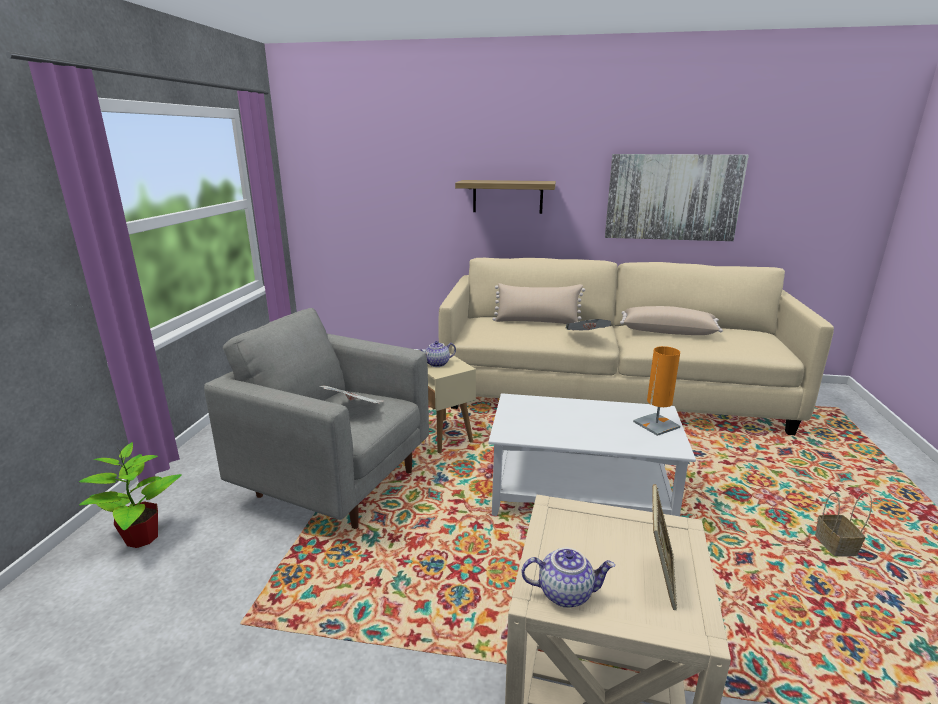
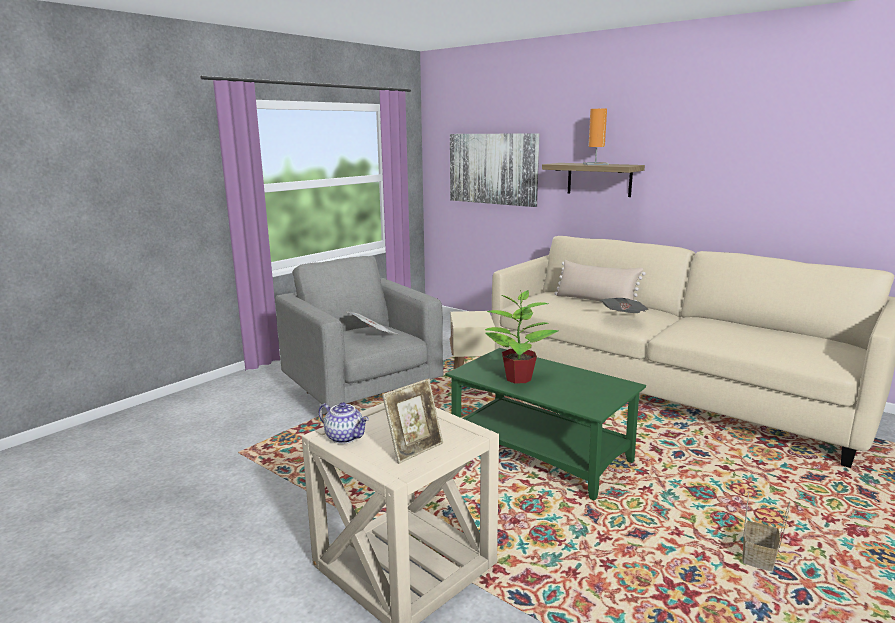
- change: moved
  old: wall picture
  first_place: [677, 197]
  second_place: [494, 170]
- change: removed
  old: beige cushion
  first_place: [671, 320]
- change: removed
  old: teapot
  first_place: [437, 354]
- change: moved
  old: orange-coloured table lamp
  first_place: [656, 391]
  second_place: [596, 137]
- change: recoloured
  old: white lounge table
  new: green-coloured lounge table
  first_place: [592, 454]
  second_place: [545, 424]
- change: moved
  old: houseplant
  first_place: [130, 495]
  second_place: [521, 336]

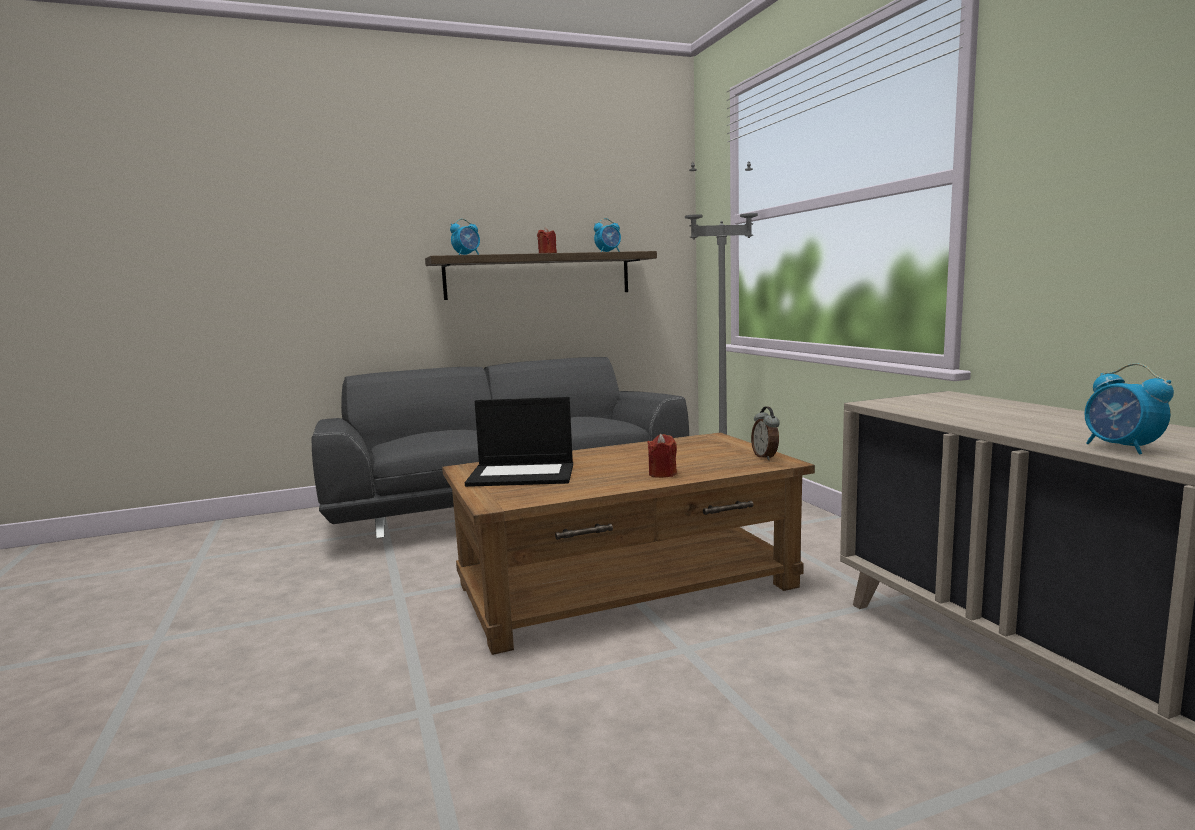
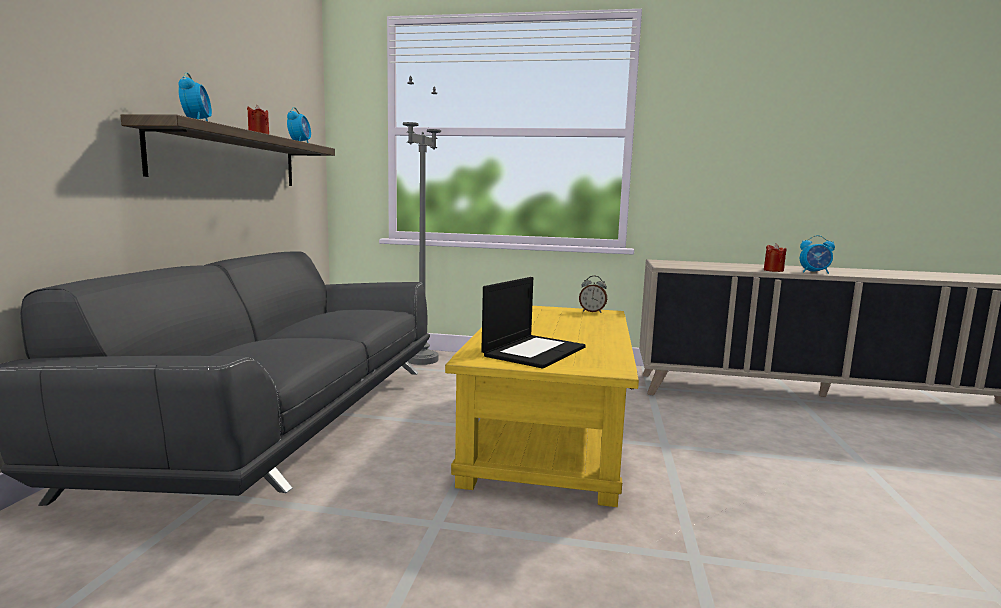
- change: recoloured
  old: brown-coloured lounge table
  new: yellow lounge table
  first_place: [628, 544]
  second_place: [542, 406]
- change: moved
  old: red-coloured wax candle
  first_place: [662, 456]
  second_place: [775, 258]

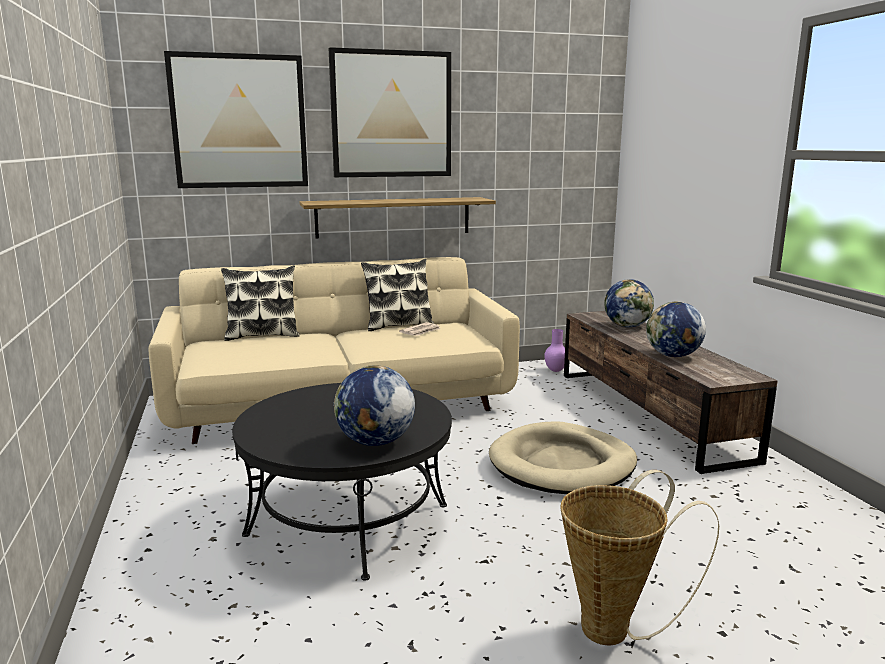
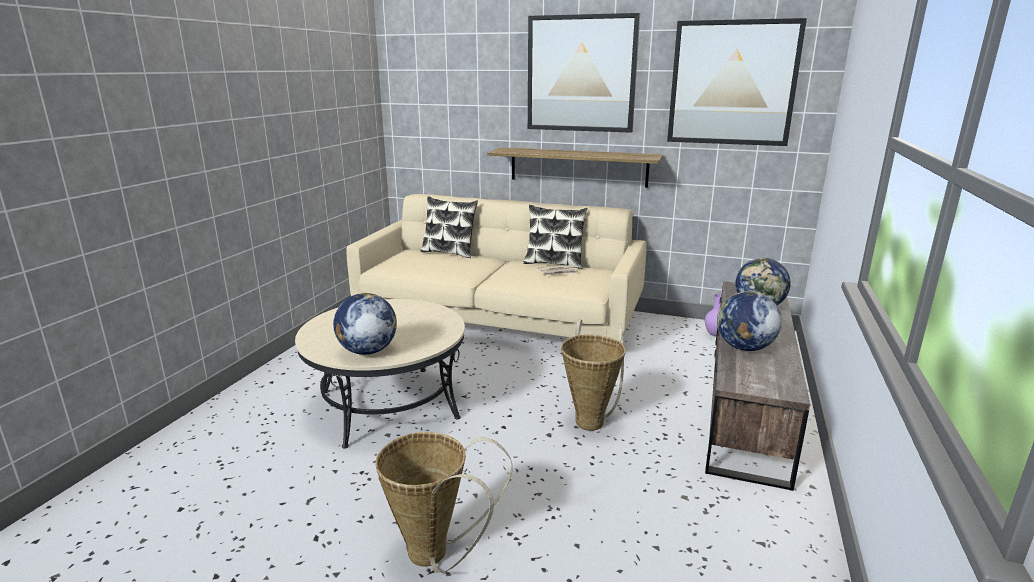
- change: moved
  old: wall picture
  first_place: [236, 119]
  second_place: [737, 82]
- change: recoloured
  old: black lounge table
  new: beige lounge table
  first_place: [342, 482]
  second_place: [380, 374]
- change: replaced
  old: beige dog bed
  new: household basket
  first_place: [563, 457]
  second_place: [593, 375]

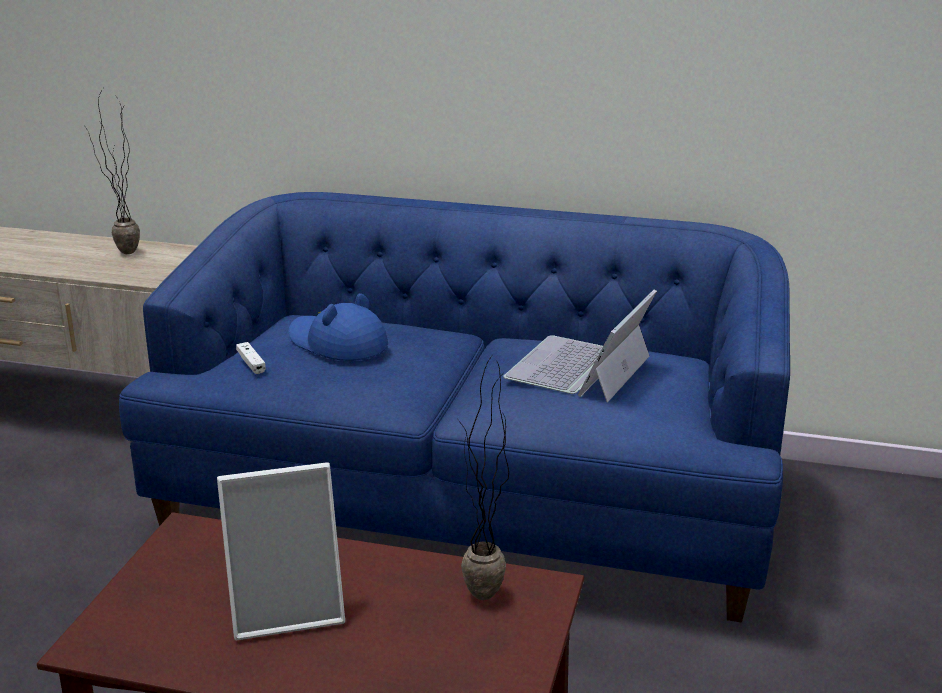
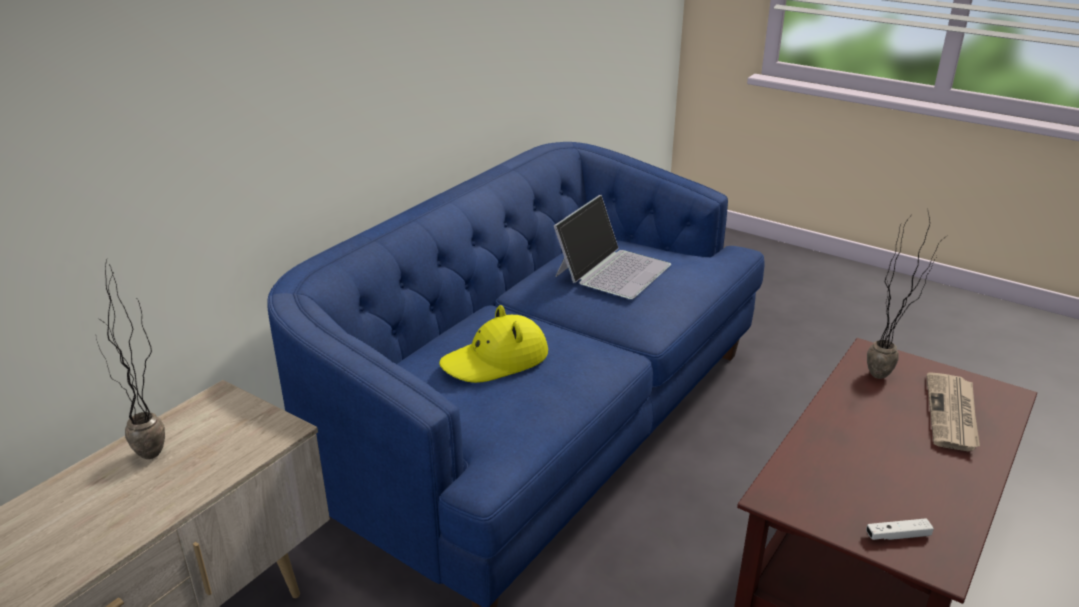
- change: turned
  old: laptop
  first_place: [580, 346]
  second_place: [612, 247]
  degrees: -105
- change: recoloured
  old: bluish hat
  new: yellow hat
  first_place: [338, 327]
  second_place: [493, 344]
- change: moved
  old: white game controller
  first_place: [250, 358]
  second_place: [900, 529]
- change: removed
  old: standing frame
  first_place: [281, 551]
- change: added
  new: printed paper
  second_place: [953, 412]

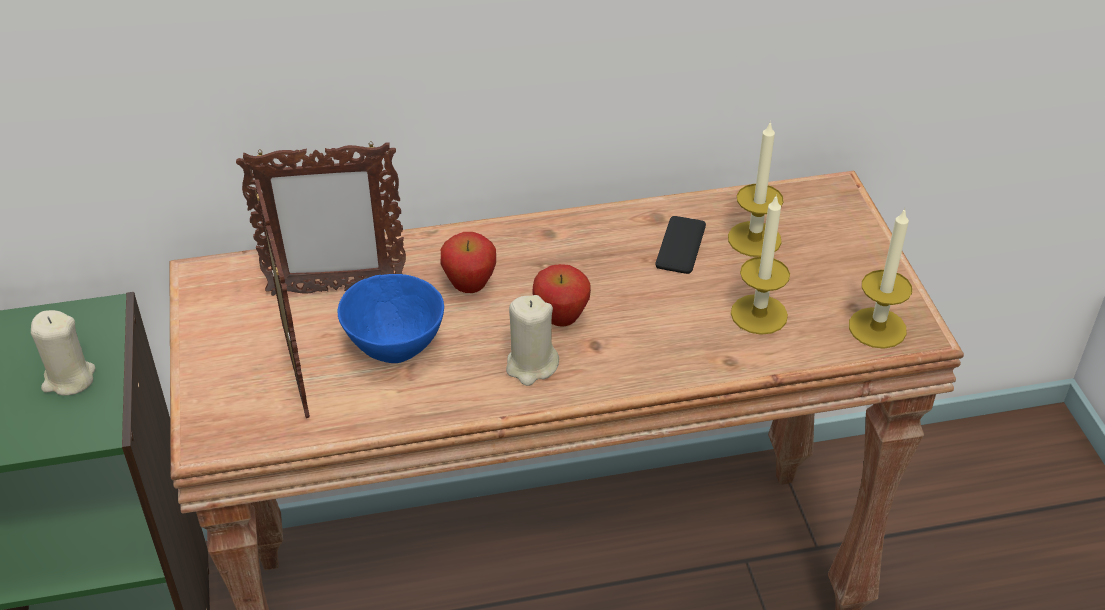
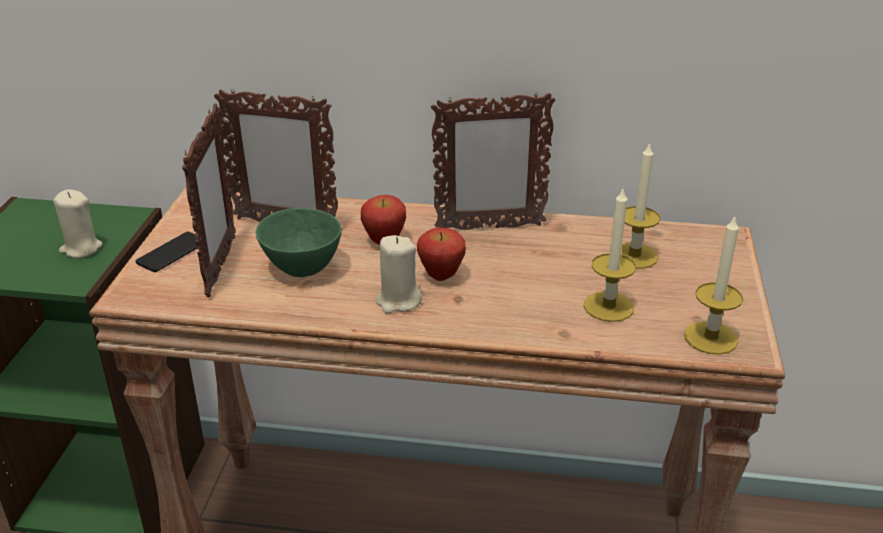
- change: moved
  old: phone
  first_place: [680, 245]
  second_place: [166, 252]
- change: recoloured
  old: bluish bowl
  new: green-coloured bowl
  first_place: [391, 318]
  second_place: [299, 242]
- change: added
  new: standing frame
  second_place: [493, 161]

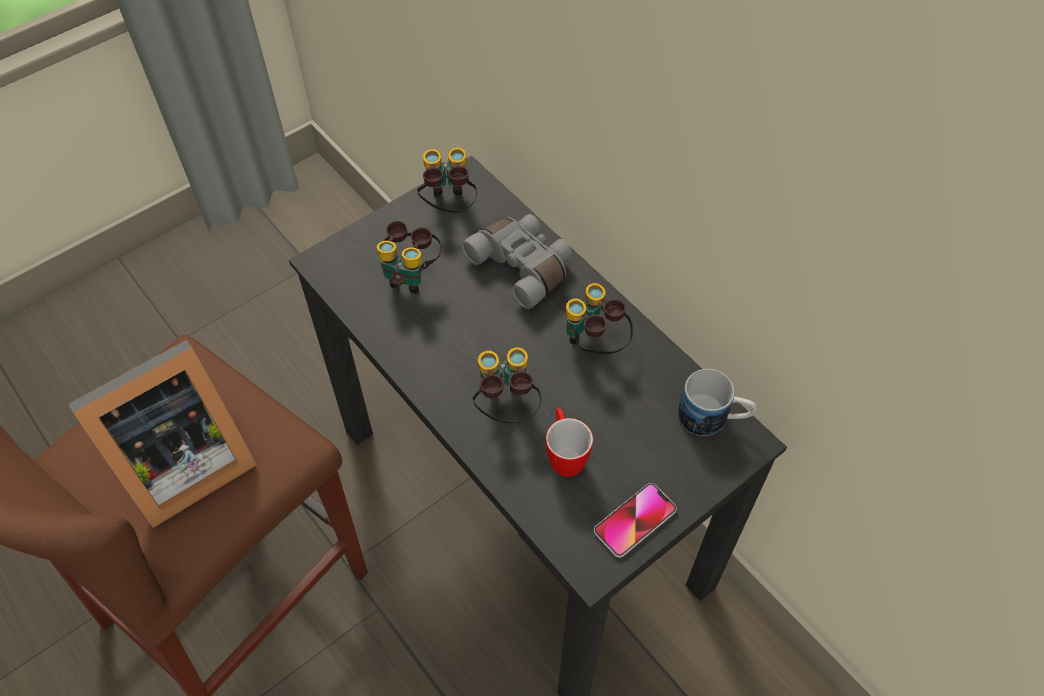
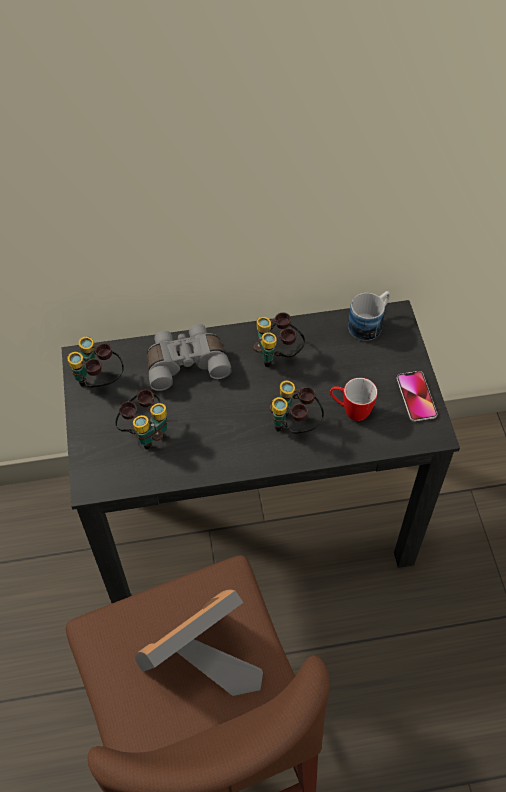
- change: turned
  old: standing frame
  first_place: [163, 434]
  second_place: [199, 642]
  degrees: -120

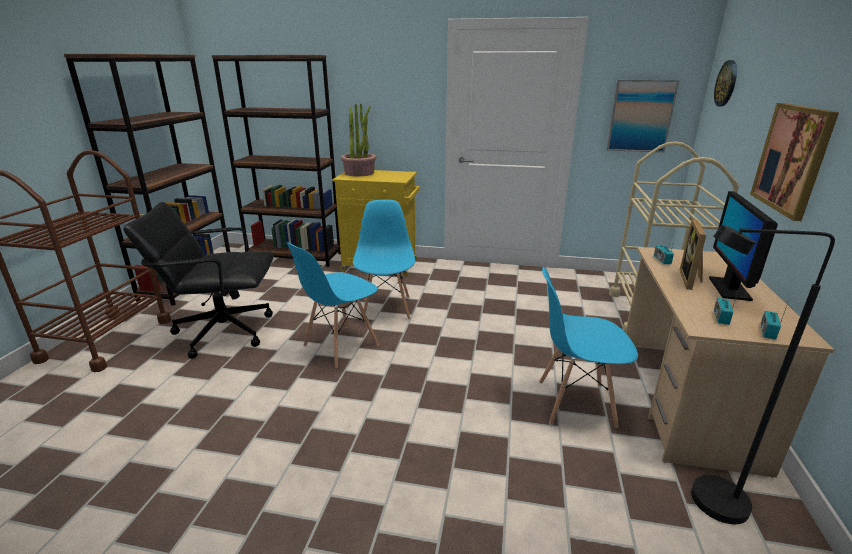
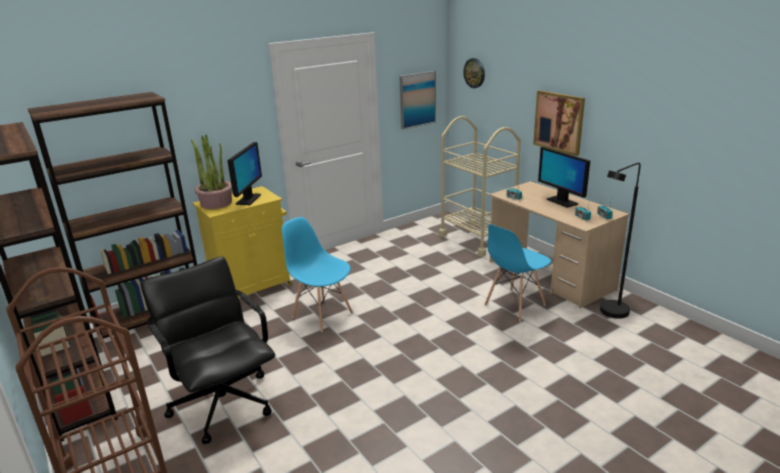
- change: turned
  old: black office chair
  first_place: [198, 280]
  second_place: [207, 350]
  degrees: 105
- change: removed
  old: standing frame
  first_place: [693, 254]
- change: removed
  old: bluish chair
  first_place: [333, 305]
- change: added
  new: computer screen
  second_place: [244, 173]

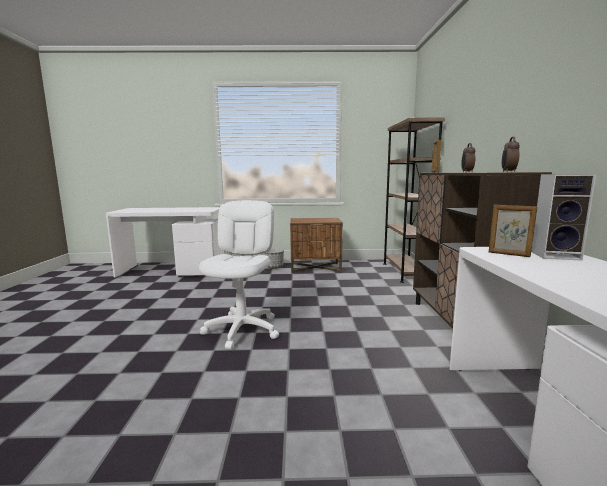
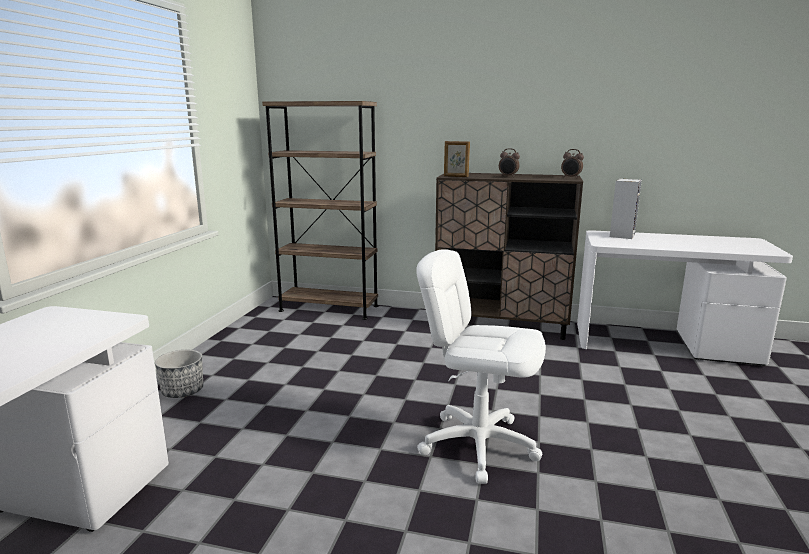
- change: removed
  old: standing frame
  first_place: [513, 231]
- change: removed
  old: brown-coloured bedside table
  first_place: [316, 245]

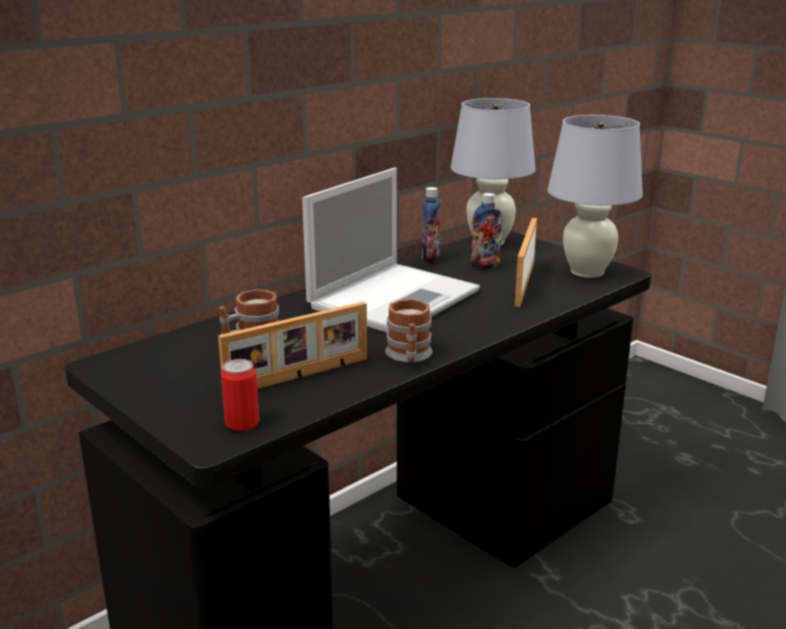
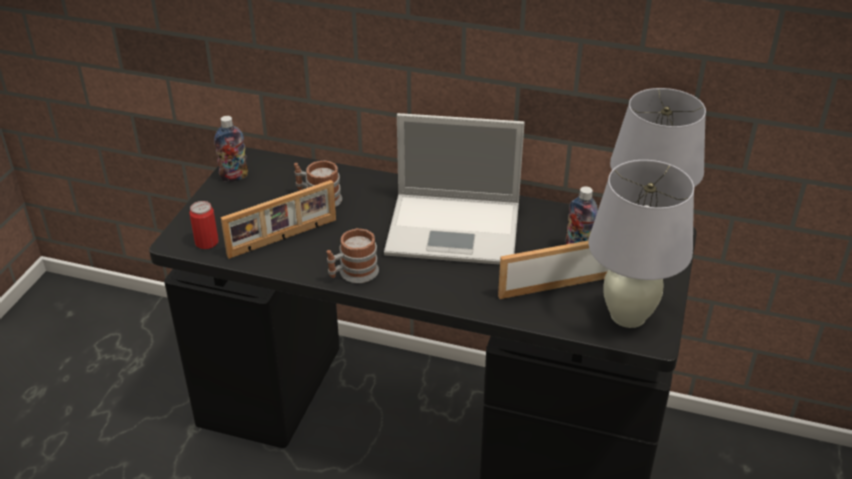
- change: moved
  old: drink bottle
  first_place: [431, 225]
  second_place: [231, 149]
- change: turned
  old: standing frame
  first_place: [292, 345]
  second_place: [278, 219]
  degrees: -60

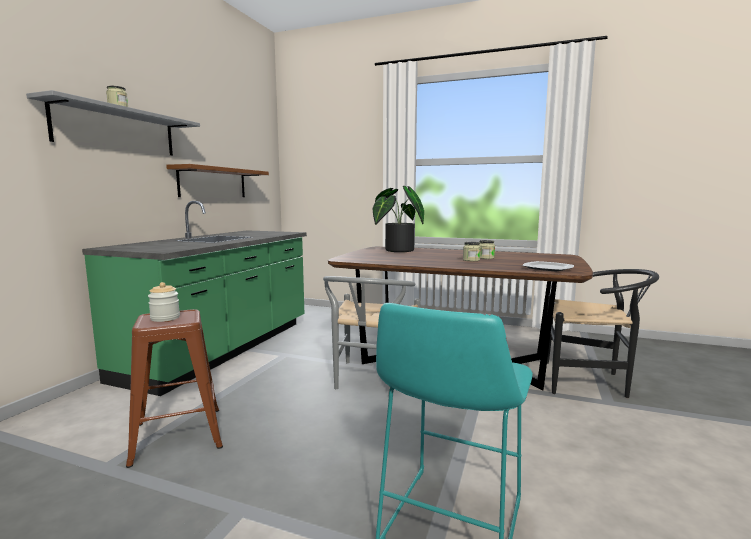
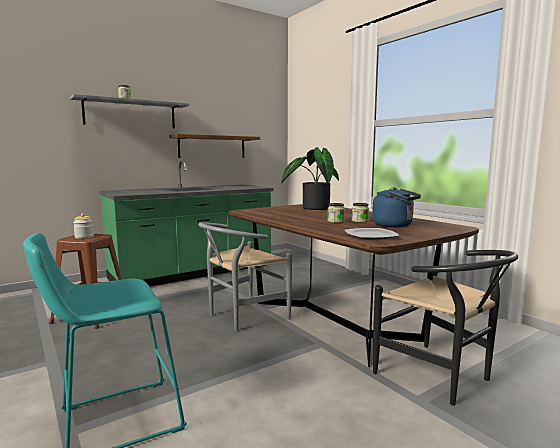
- change: added
  new: bluish kettle
  second_place: [396, 207]

